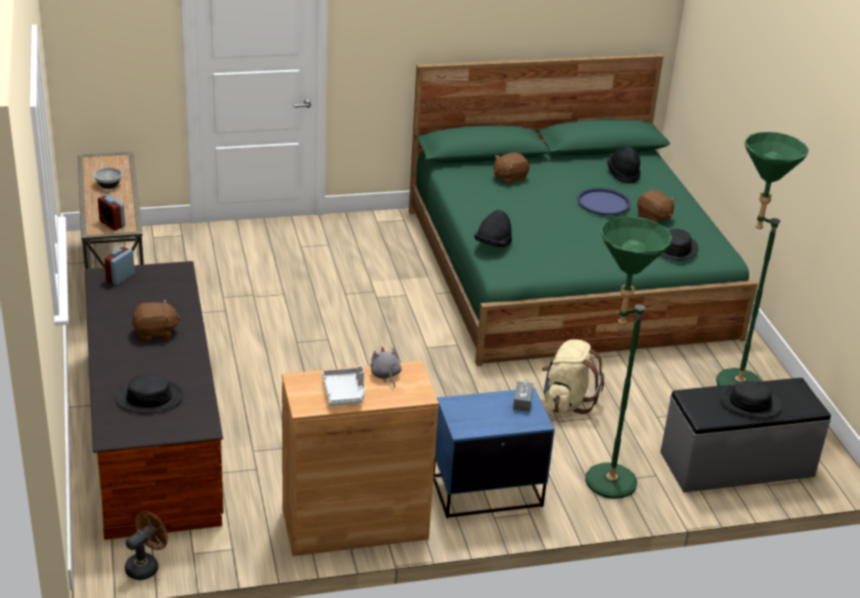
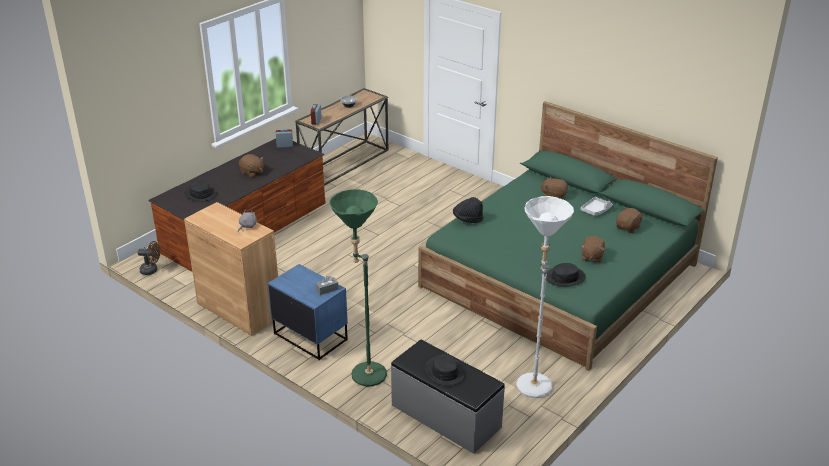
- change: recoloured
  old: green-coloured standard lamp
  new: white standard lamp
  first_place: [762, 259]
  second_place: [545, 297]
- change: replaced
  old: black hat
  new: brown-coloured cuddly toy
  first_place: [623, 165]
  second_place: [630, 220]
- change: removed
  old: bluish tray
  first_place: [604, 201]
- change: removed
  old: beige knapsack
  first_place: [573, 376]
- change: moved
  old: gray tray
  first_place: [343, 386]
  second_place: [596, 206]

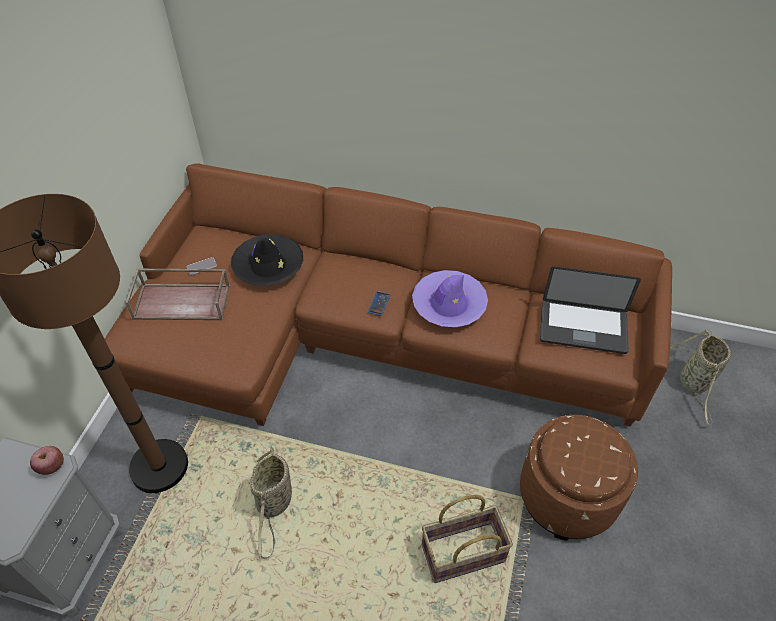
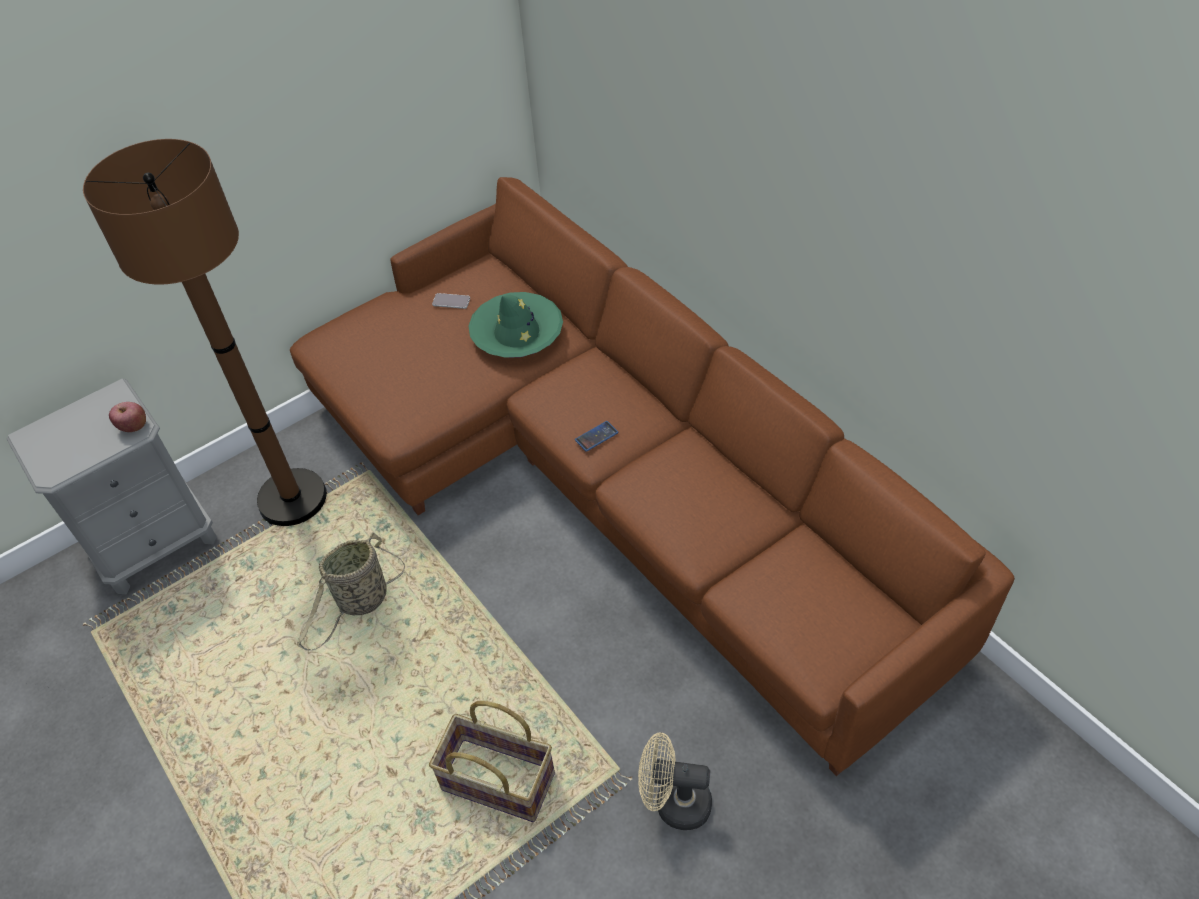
- change: recoloured
  old: black hat
  new: green-coloured hat
  first_place: [267, 260]
  second_place: [515, 325]
- change: removed
  old: laptop
  first_place: [590, 310]
- change: removed
  old: brown-coloured tray
  first_place: [178, 294]
- change: removed
  old: purple-coloured hat
  first_place: [450, 298]
- change: removed
  old: household basket
  first_place: [700, 377]
- change: replaced
  old: brown-coloured footrest
  new: beige electric fan
  first_place: [579, 478]
  second_place: [675, 781]

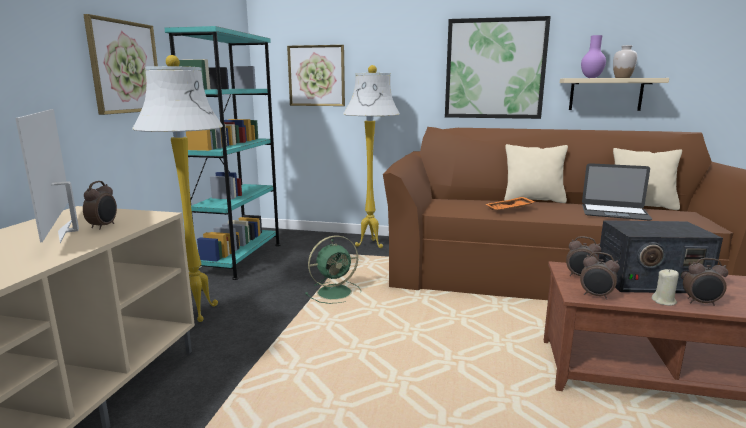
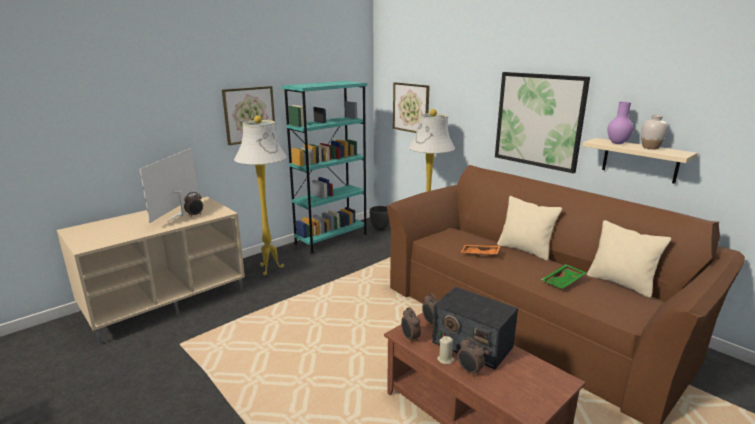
- change: replaced
  old: laptop
  new: green-coloured tray
  first_place: [617, 191]
  second_place: [564, 276]
- change: removed
  old: green-coloured electric fan
  first_place: [333, 269]
- change: added
  new: black plant pot
  second_place: [380, 218]

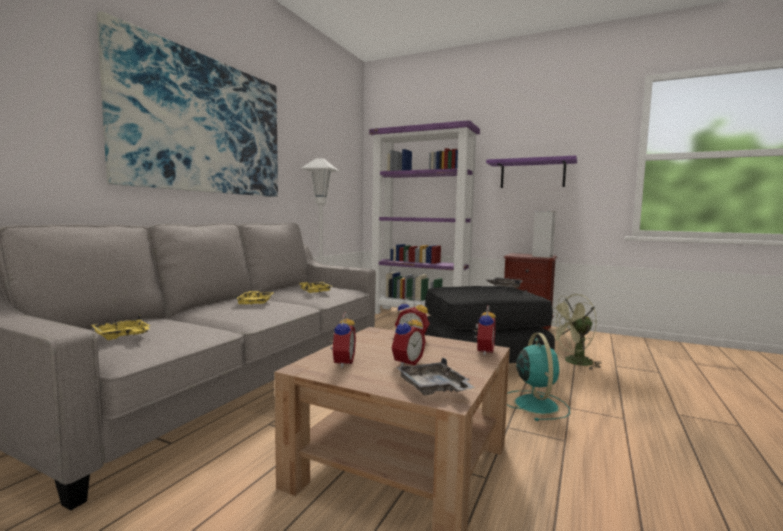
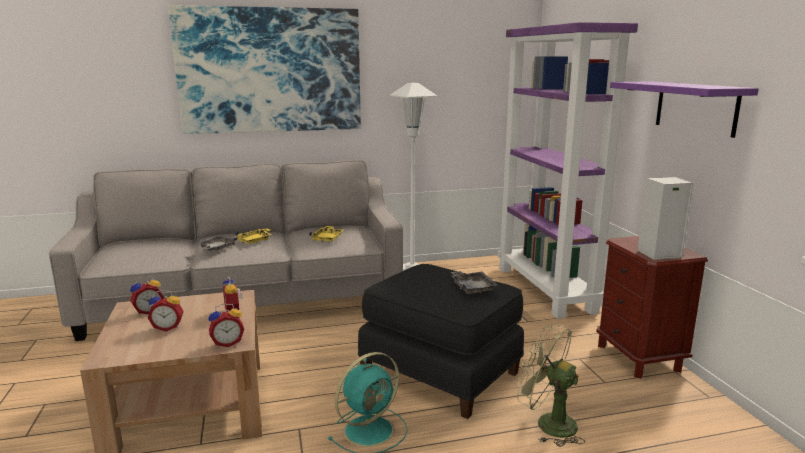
- change: removed
  old: yellow tray
  first_place: [121, 327]
- change: moved
  old: gray tray
  first_place: [435, 376]
  second_place: [217, 243]

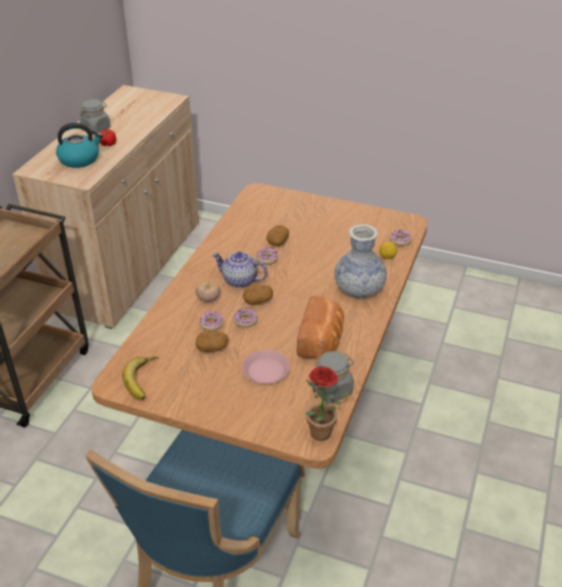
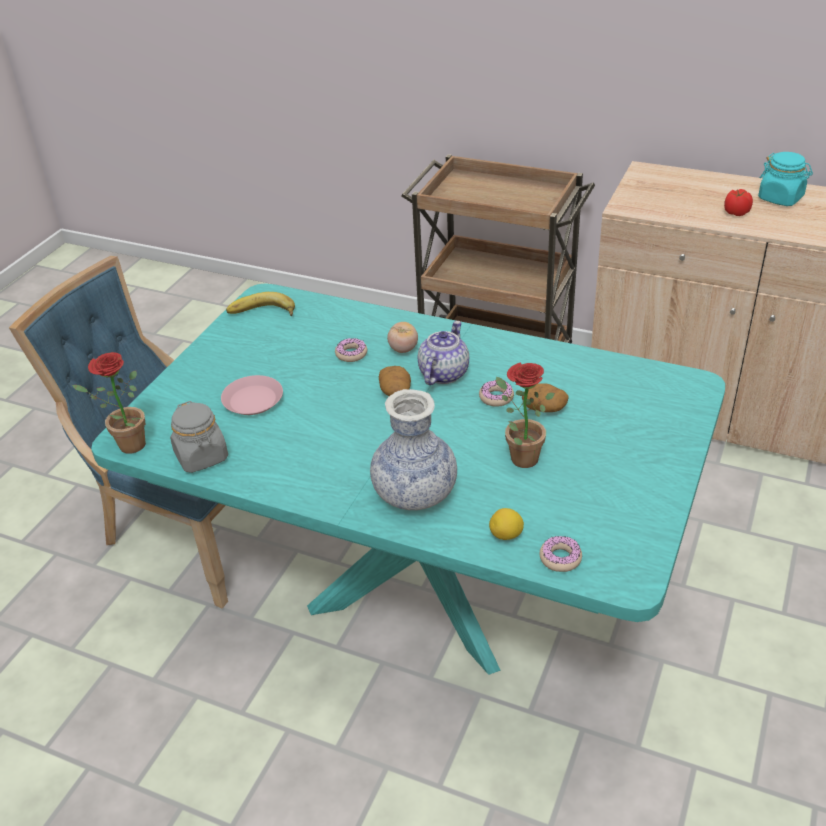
- change: recoloured
  old: gray preserve jar
  new: blue-green preserve jar
  first_place: [95, 115]
  second_place: [785, 179]
- change: removed
  old: kettle
  first_place: [79, 145]
- change: recoloured
  old: brown-coloured dinner table
  new: blue-green dinner table
  first_place: [260, 330]
  second_place: [408, 479]
- change: removed
  old: bread
  first_place: [320, 327]
- change: removed
  old: donut
  first_place: [245, 318]
- change: removed
  old: spud
  first_place: [211, 341]
- change: added
  new: houseplant
  second_place: [525, 415]

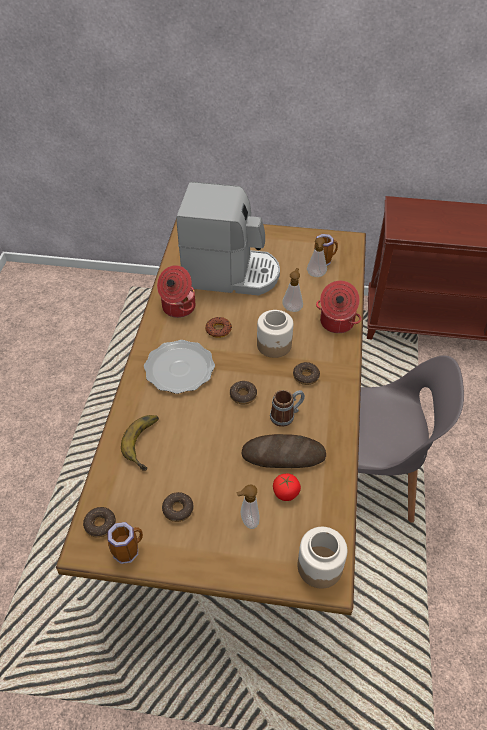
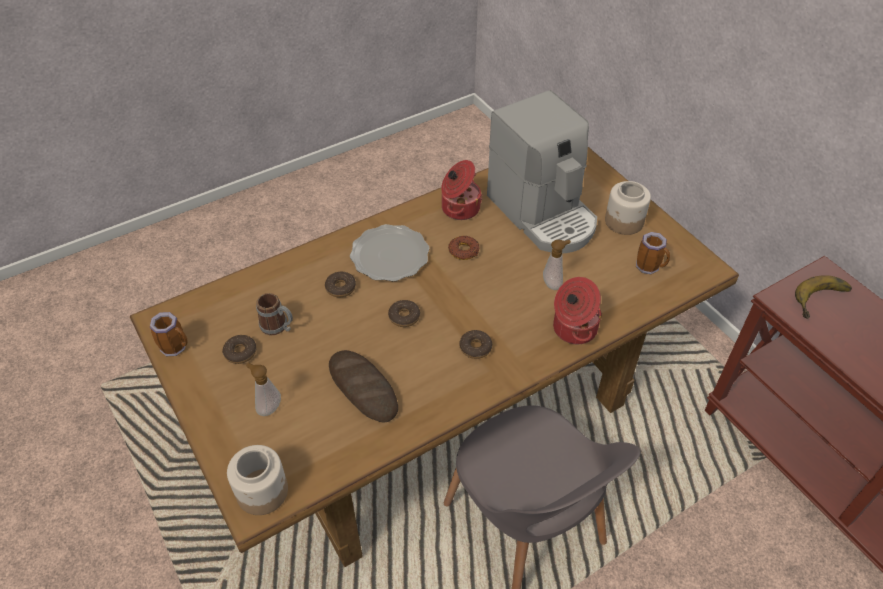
- change: removed
  old: soap dispenser
  first_place: [317, 257]
- change: moved
  old: preserve jar
  first_place: [275, 334]
  second_place: [628, 208]
- change: moved
  old: coffee mug
  first_place: [287, 408]
  second_place: [274, 314]
- change: moved
  old: whole banana
  first_place: [140, 443]
  second_place: [823, 297]
- change: removed
  old: whole tomato
  first_place: [287, 487]
- change: moved
  old: donut
  first_place: [99, 522]
  second_place: [340, 284]

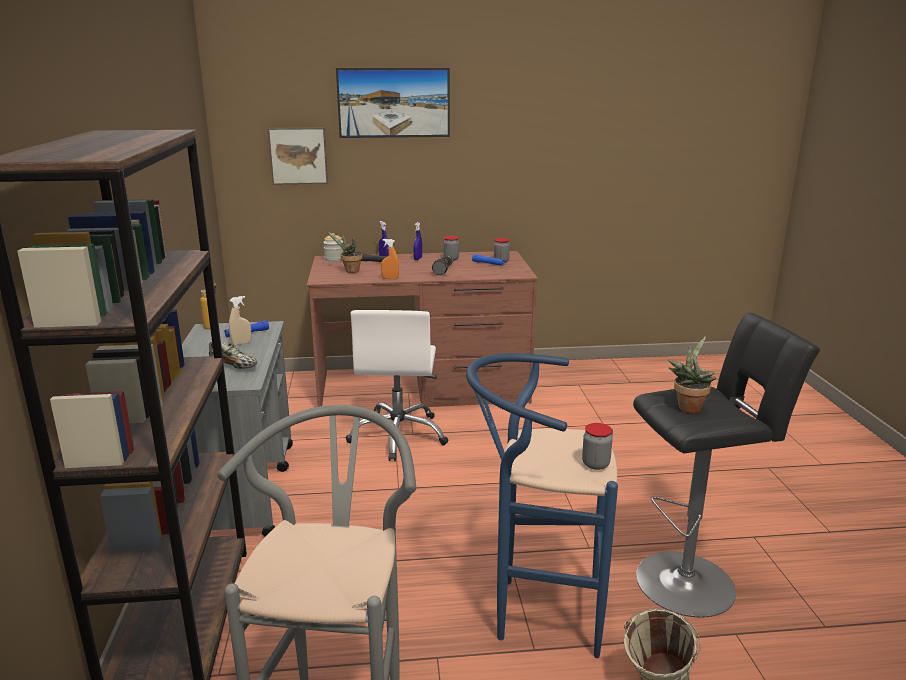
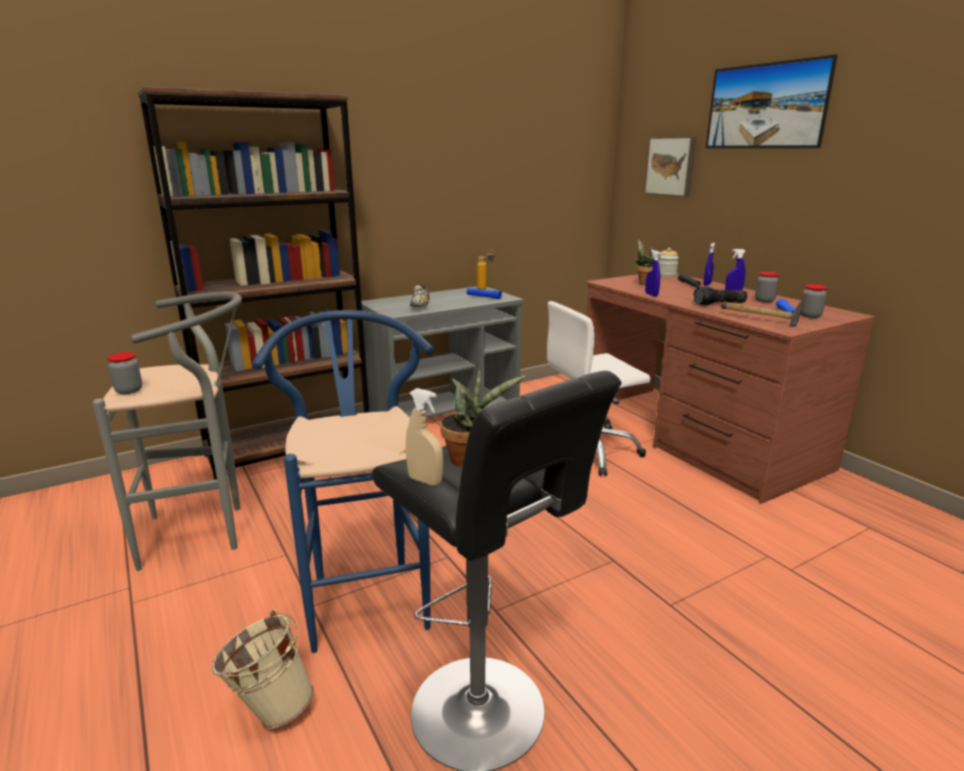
- change: recoloured
  old: orange-coloured hand sprayer
  new: bluish hand sprayer
  first_place: [390, 259]
  second_place: [652, 273]
- change: moved
  old: beige hand sprayer
  first_place: [240, 321]
  second_place: [424, 437]
- change: moved
  old: preserve jar
  first_place: [597, 446]
  second_place: [125, 373]
- change: added
  new: hammer
  second_place: [761, 314]

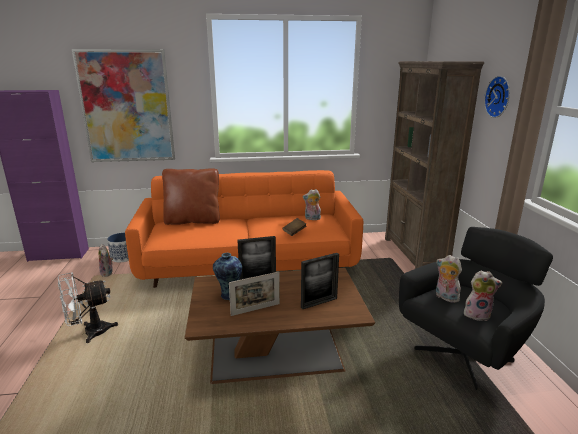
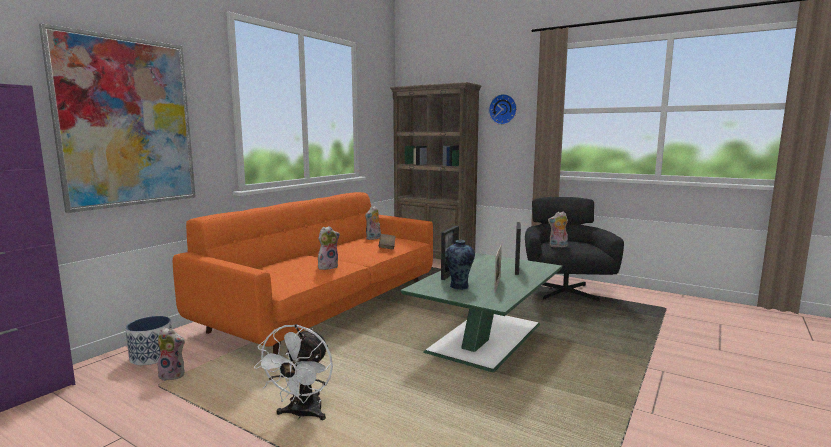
- change: removed
  old: brown-coloured cushion
  first_place: [191, 196]
- change: recoloured
  old: brown-coloured lounge table
  new: green-coloured lounge table
  first_place: [280, 326]
  second_place: [481, 313]
- change: moved
  old: cuddly toy
  first_place: [483, 296]
  second_place: [329, 248]

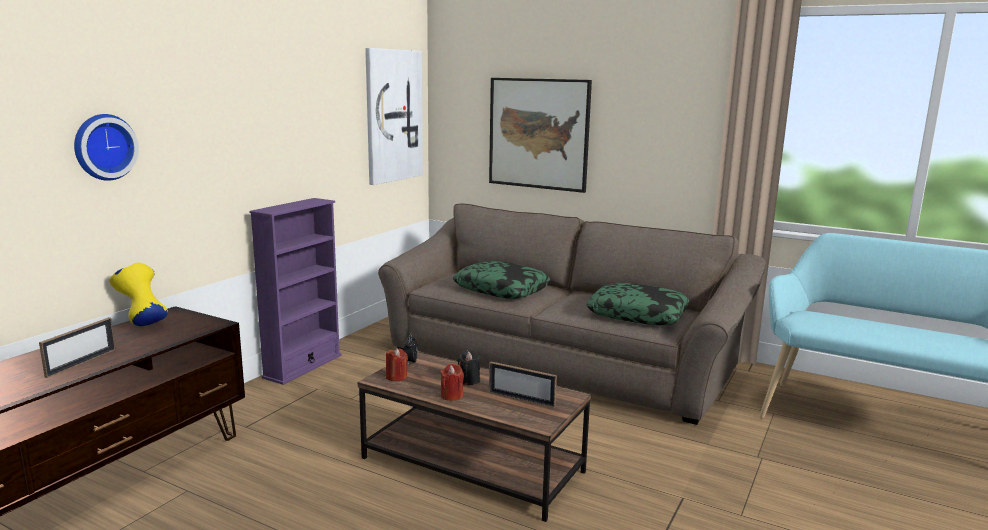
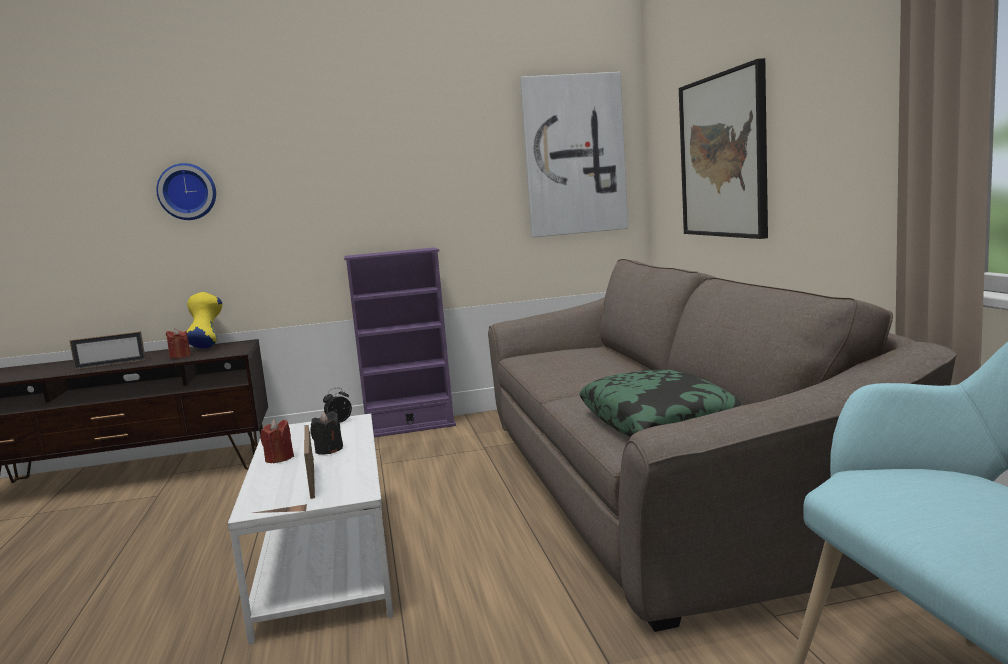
- change: removed
  old: cushion
  first_place: [502, 280]
- change: moved
  old: red-coloured wax candle
  first_place: [397, 364]
  second_place: [178, 343]
- change: recoloured
  old: brown-coloured lounge table
  new: white lounge table
  first_place: [475, 437]
  second_place: [311, 529]

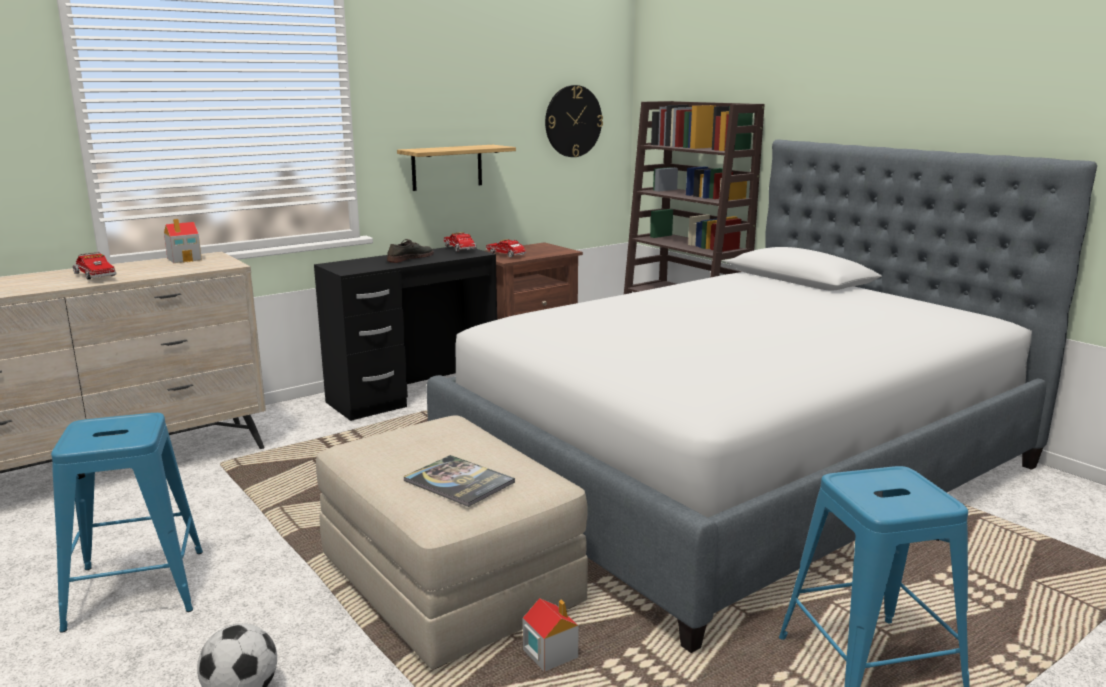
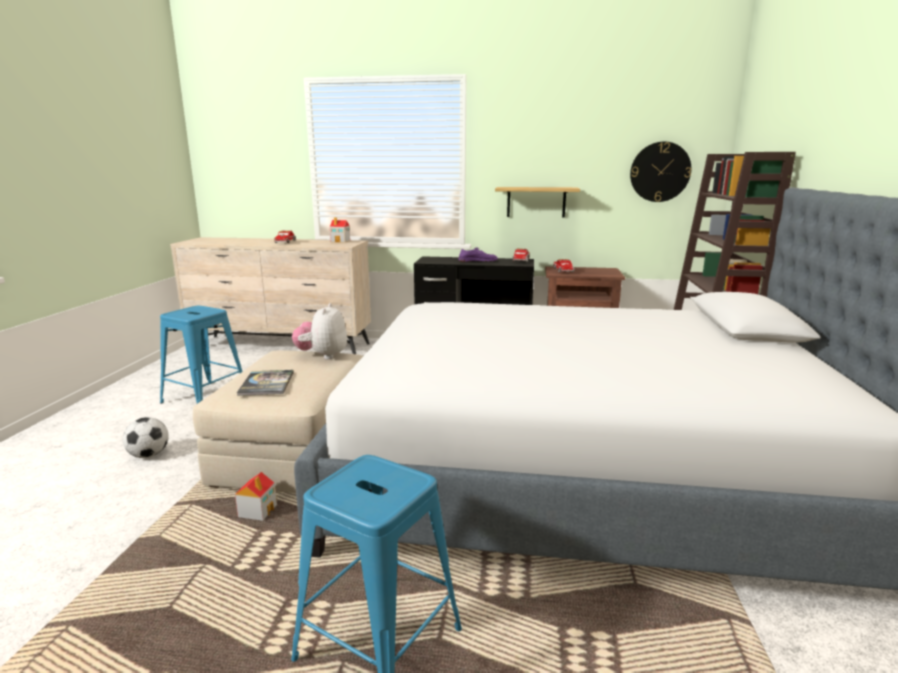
- change: recoloured
  old: gray shoe
  new: purple-coloured shoe
  first_place: [410, 251]
  second_place: [478, 254]
- change: added
  new: cuddly toy
  second_place: [319, 331]

